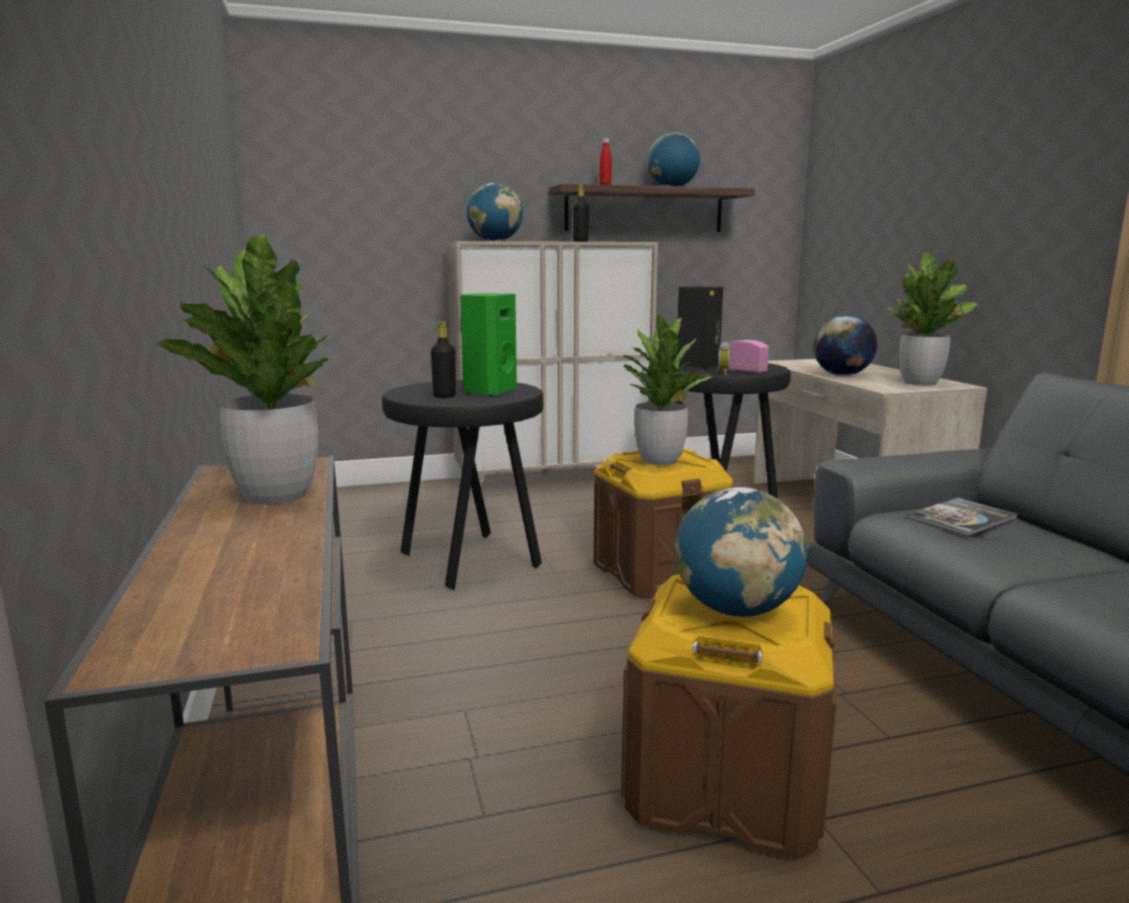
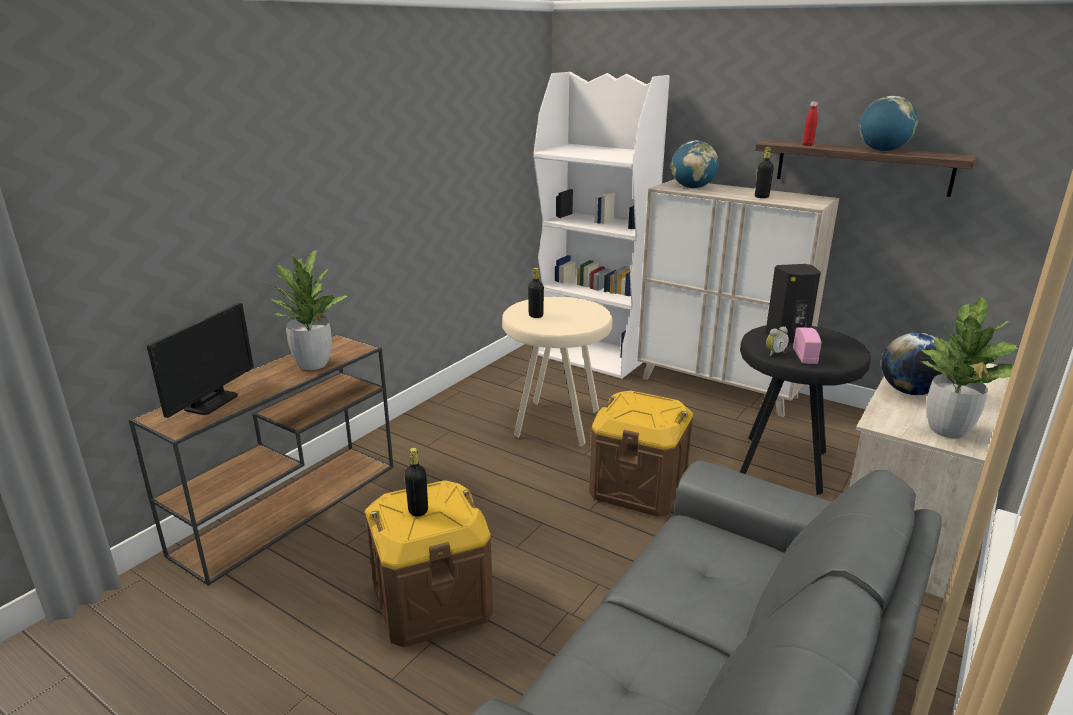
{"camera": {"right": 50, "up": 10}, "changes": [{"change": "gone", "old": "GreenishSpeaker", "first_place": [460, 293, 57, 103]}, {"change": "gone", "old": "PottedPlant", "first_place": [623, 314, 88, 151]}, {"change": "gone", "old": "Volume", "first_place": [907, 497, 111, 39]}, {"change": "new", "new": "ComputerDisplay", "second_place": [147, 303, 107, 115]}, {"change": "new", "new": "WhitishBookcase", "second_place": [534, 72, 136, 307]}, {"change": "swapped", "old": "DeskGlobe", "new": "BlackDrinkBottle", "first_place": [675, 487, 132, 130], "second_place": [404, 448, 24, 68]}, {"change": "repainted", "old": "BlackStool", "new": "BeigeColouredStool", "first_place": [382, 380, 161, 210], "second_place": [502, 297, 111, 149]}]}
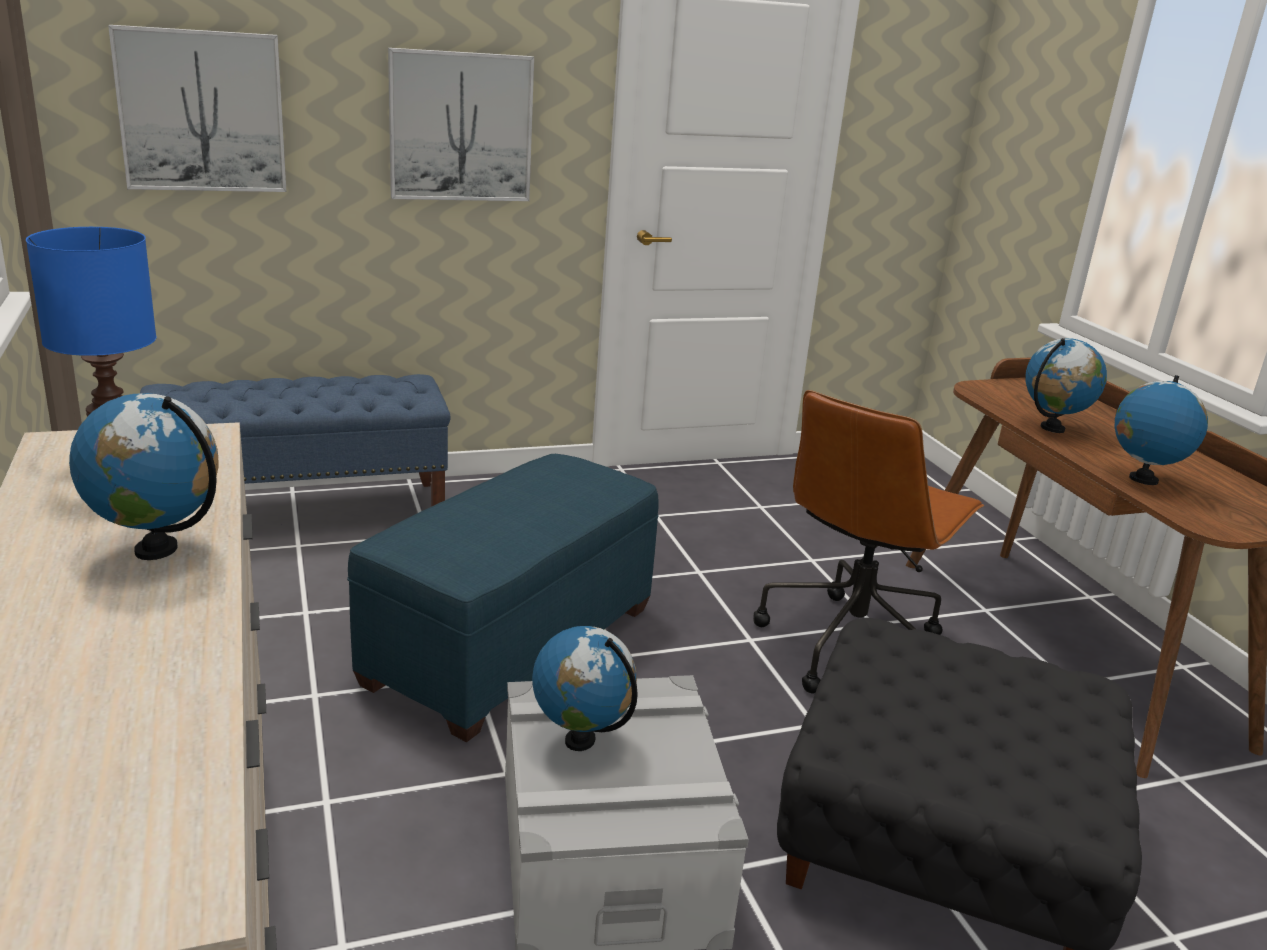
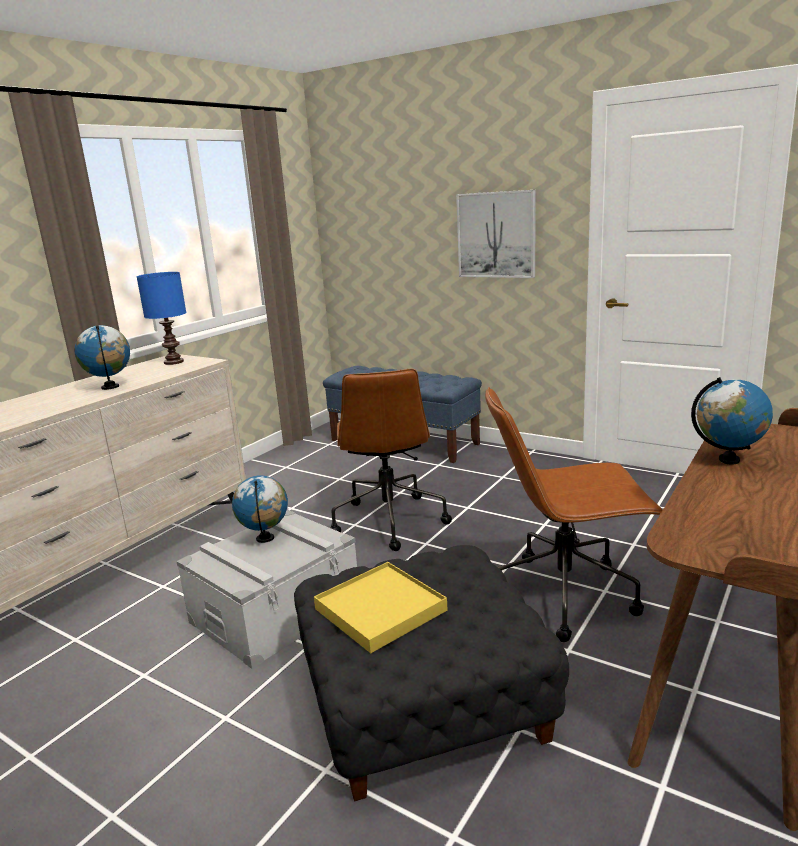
{"camera": {"right": 55, "up": -5}, "changes": [{"change": "gone", "old": "Picture", "first_place": [108, 25, 179, 167]}, {"change": "gone", "old": "DeskGlobe", "first_place": [1115, 375, 93, 110]}, {"change": "new", "new": "YellowCarryingTray", "second_place": [314, 562, 134, 91]}, {"change": "swapped", "old": "BluishPouffe", "new": "BrownColouredOfficeChair", "first_place": [347, 454, 312, 288], "second_place": [330, 369, 122, 182]}]}
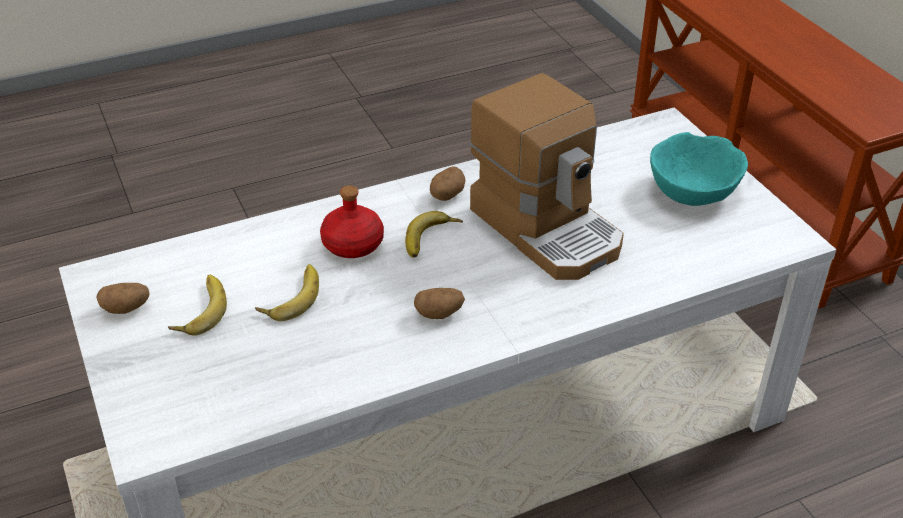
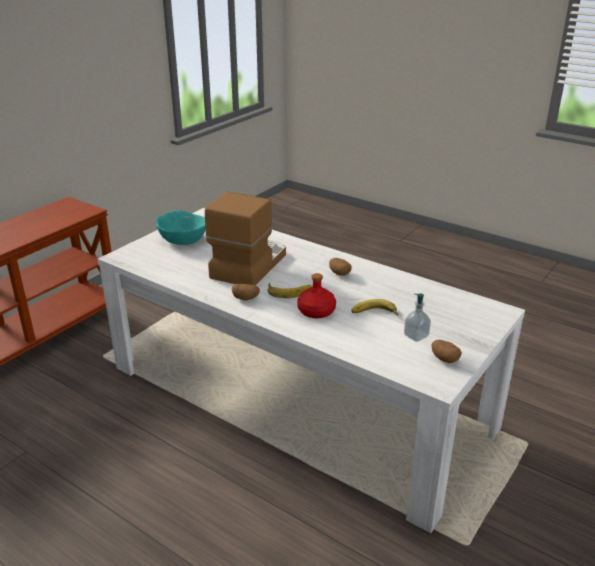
{"camera": {"right": -120, "up": -10}, "changes": [{"change": "swapped", "old": "WholeBanana", "new": "LiquidSoapBottle", "first_place": [168, 275, 59, 61], "second_place": [404, 293, 27, 49]}]}
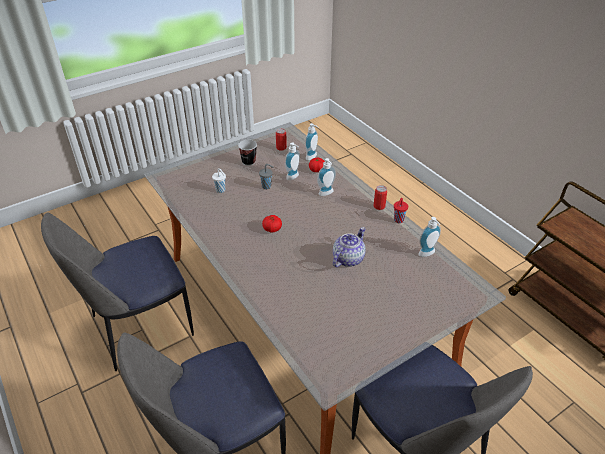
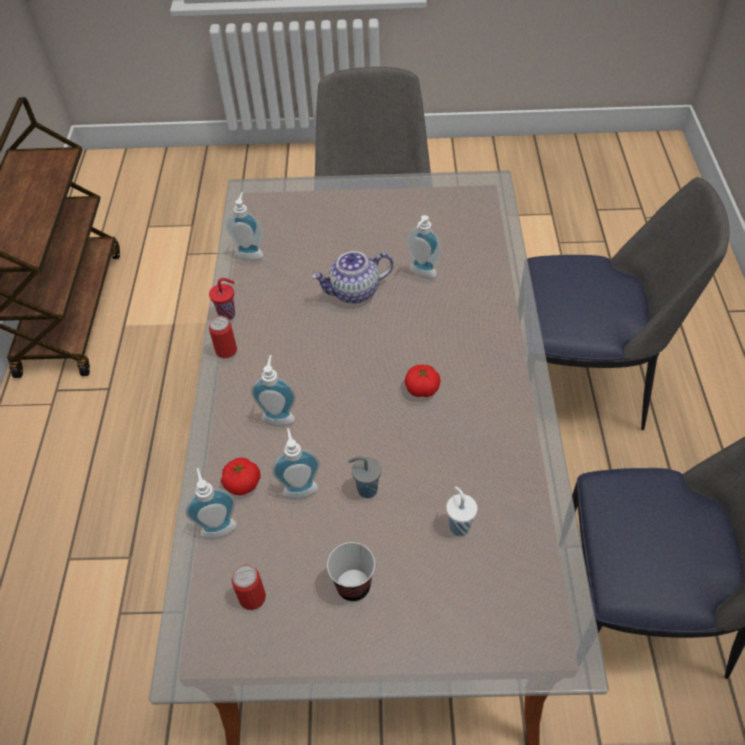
{"camera": {"right": -145, "up": 10}, "changes": [{"change": "new", "new": "LiquidSoapBottle", "second_place": [407, 215, 34, 63]}]}
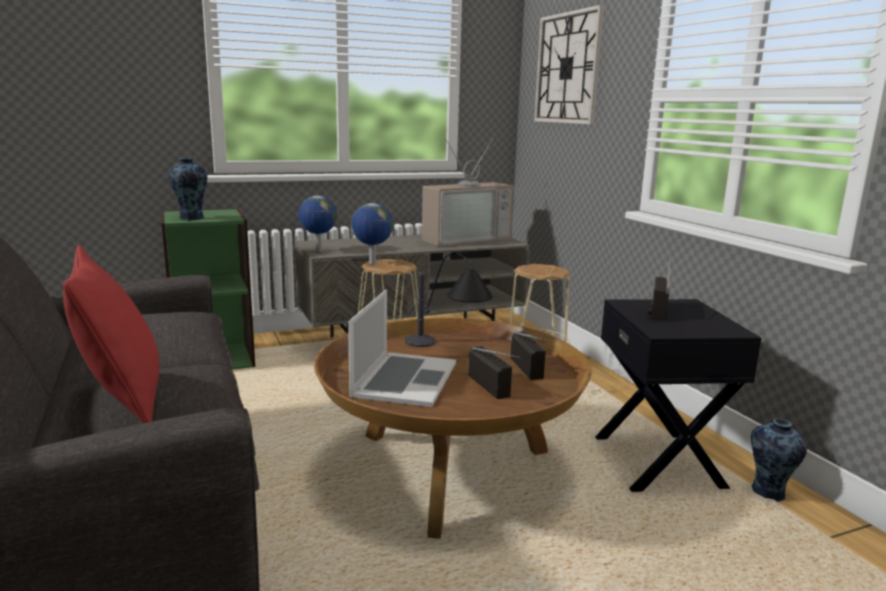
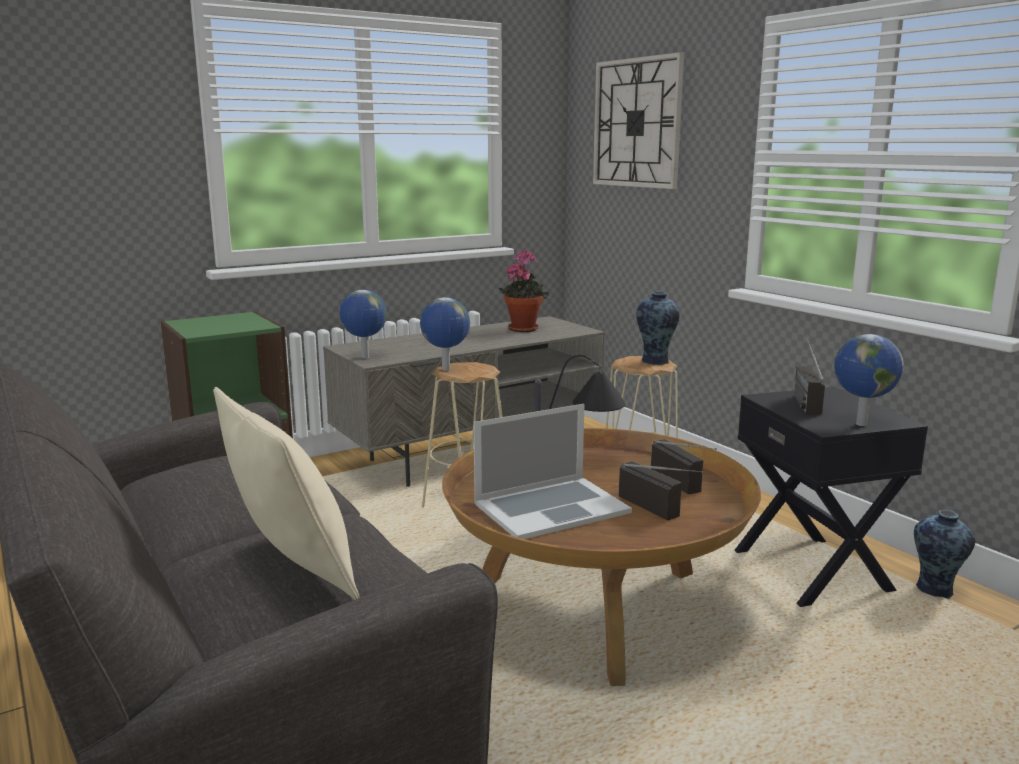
{"camera": {"right": -10, "up": 0}, "changes": [{"change": "new", "new": "DeskGlobe", "second_place": [834, 334, 70, 92]}, {"change": "shifted", "old": "DecorativeVase", "first_place": [168, 157, 40, 63], "second_place": [636, 291, 44, 74]}, {"change": "swapped", "old": "Television", "new": "PottedPlant", "first_place": [422, 138, 91, 109], "second_place": [499, 249, 50, 83]}, {"change": "repainted", "old": "RedThrowPillow", "new": "BeigeColouredThrowPillow", "first_place": [63, 245, 97, 178], "second_place": [213, 387, 147, 213]}, {"change": "rotated", "old": "PortableComputer", "first_place": [348, 289, 108, 118], "second_place": [474, 404, 158, 135], "degrees": 60}]}
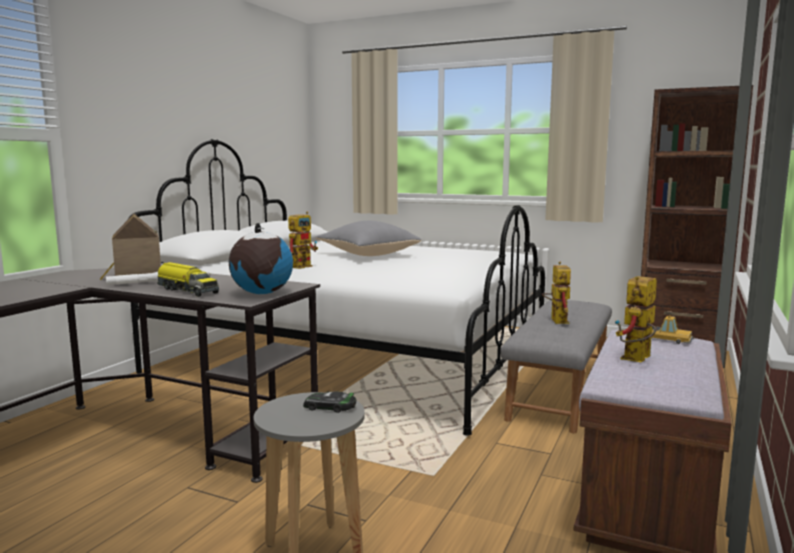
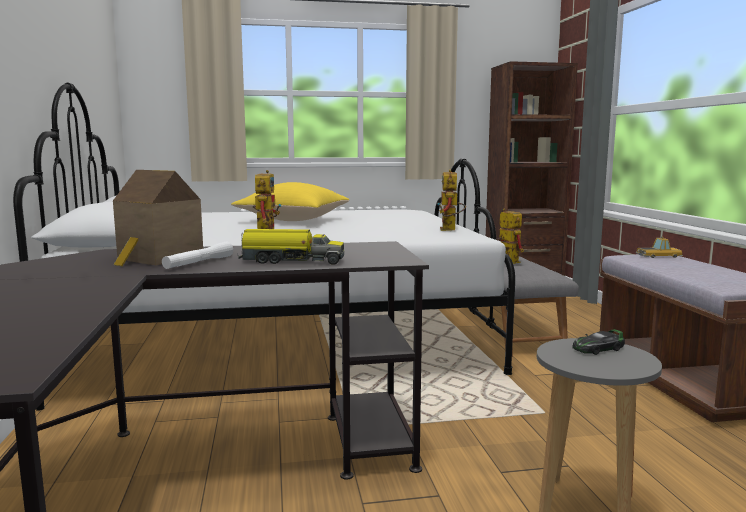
{"camera": {"right": -35, "up": 0}, "changes": [{"change": "gone", "old": "DeskGlobe", "first_place": [229, 223, 64, 71]}, {"change": "shifted", "old": "ModelRobot", "first_place": [615, 276, 42, 86], "second_place": [437, 170, 29, 61]}, {"change": "repainted", "old": "GreyishThrowPillow", "new": "YellowThrowPillow", "first_place": [316, 221, 105, 35], "second_place": [231, 182, 118, 39]}]}
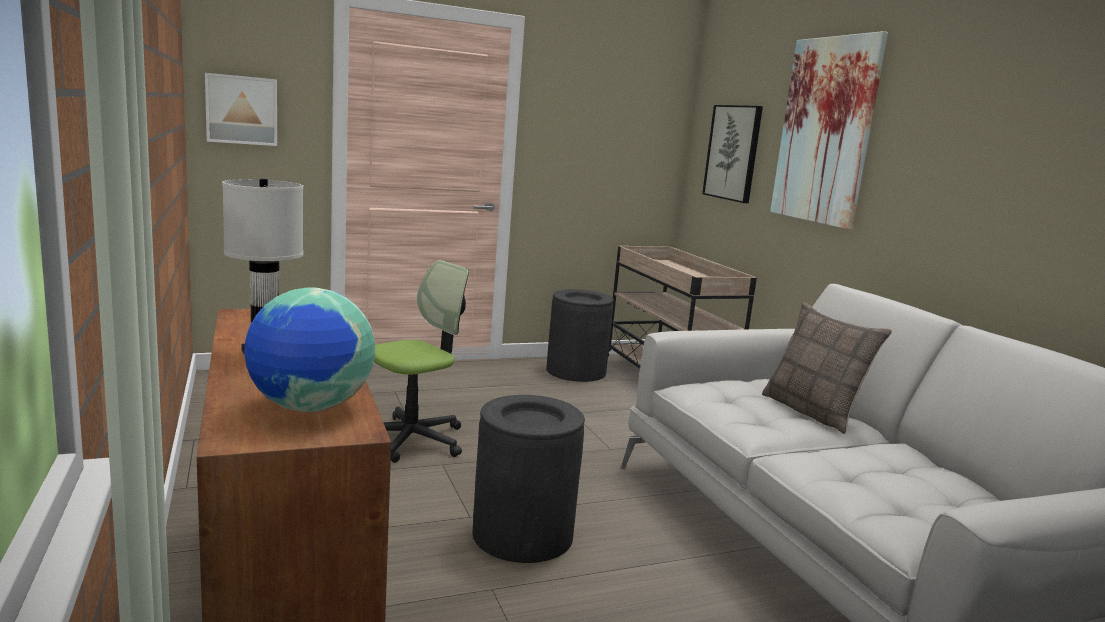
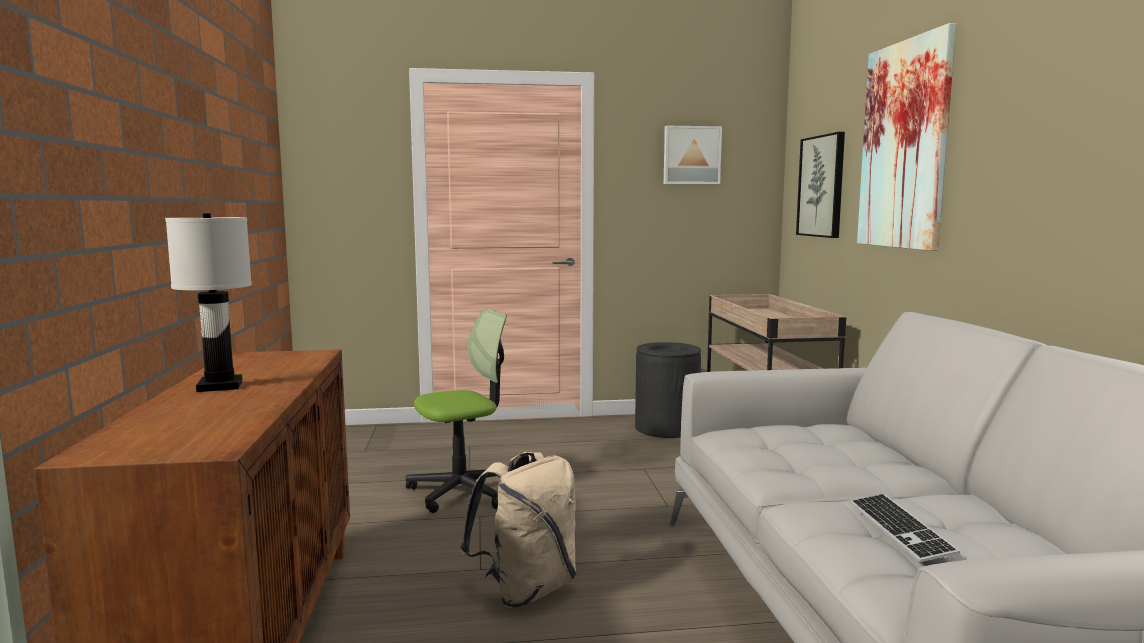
{"camera": {"right": 15, "up": -5}, "changes": [{"change": "gone", "old": "DeskGlobe", "first_place": [244, 287, 131, 125]}, {"change": "gone", "old": "ThrowPillow", "first_place": [762, 302, 130, 132]}, {"change": "new", "new": "Keyboard", "second_place": [850, 494, 110, 68]}, {"change": "shifted", "old": "Picture", "first_place": [205, 73, 72, 73], "second_place": [664, 126, 58, 58]}, {"change": "swapped", "old": "BlackRubbishBin", "new": "BeigeColouredKnapsack", "first_place": [472, 395, 113, 168], "second_place": [460, 452, 117, 156]}]}
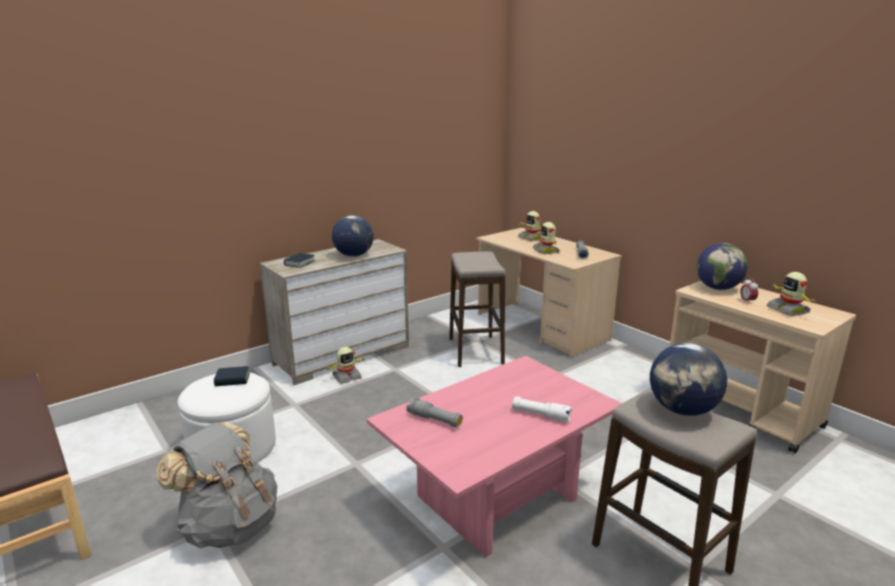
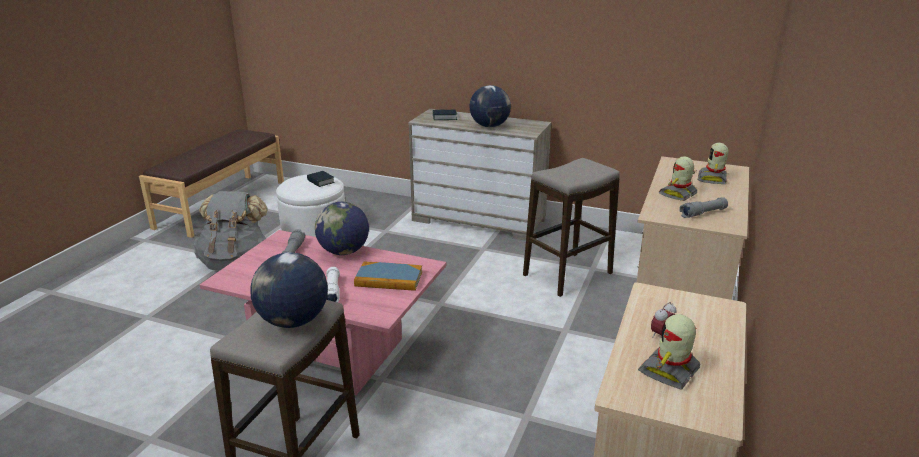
{"camera": {"right": 60, "up": 5}, "changes": [{"change": "gone", "old": "ModelRobot", "first_place": [326, 347, 40, 37]}, {"change": "new", "new": "Volume", "second_place": [354, 262, 68, 29]}, {"change": "shifted", "old": "DeskGlobe", "first_place": [696, 243, 52, 47], "second_place": [315, 202, 54, 53]}]}
